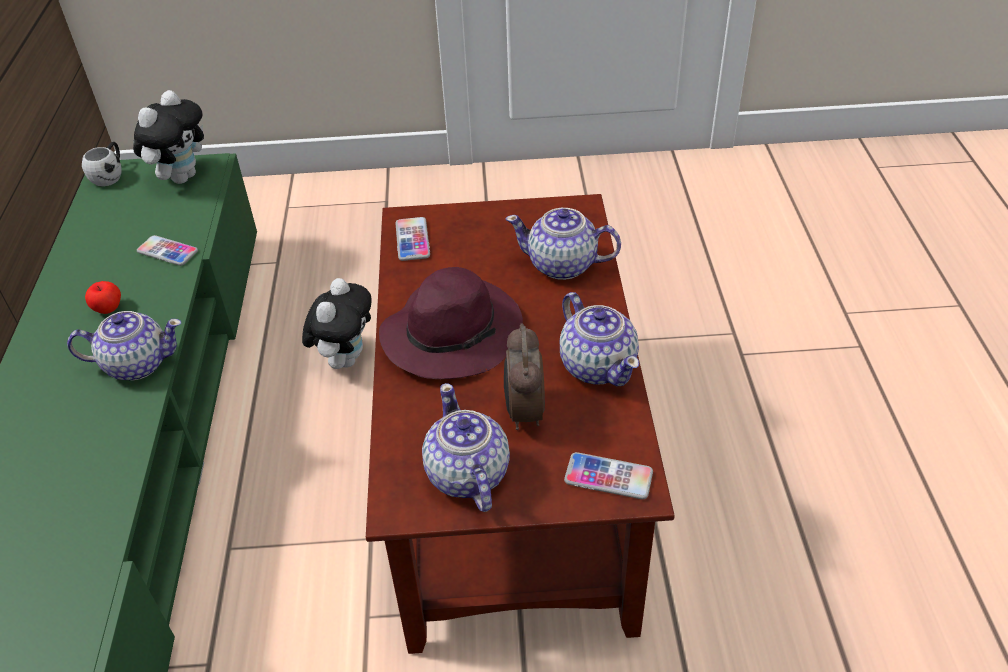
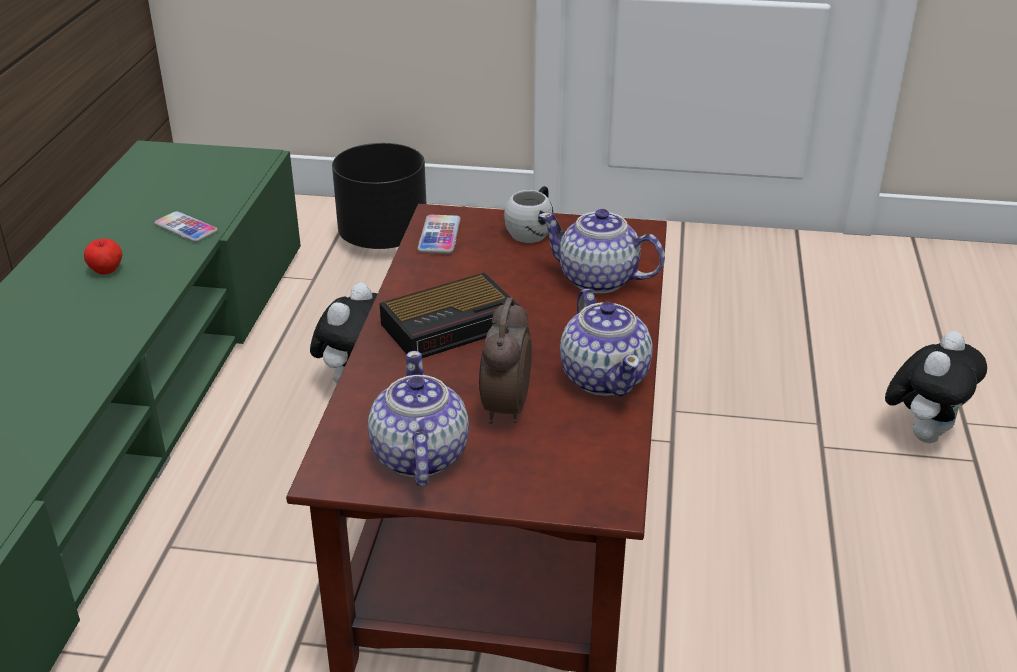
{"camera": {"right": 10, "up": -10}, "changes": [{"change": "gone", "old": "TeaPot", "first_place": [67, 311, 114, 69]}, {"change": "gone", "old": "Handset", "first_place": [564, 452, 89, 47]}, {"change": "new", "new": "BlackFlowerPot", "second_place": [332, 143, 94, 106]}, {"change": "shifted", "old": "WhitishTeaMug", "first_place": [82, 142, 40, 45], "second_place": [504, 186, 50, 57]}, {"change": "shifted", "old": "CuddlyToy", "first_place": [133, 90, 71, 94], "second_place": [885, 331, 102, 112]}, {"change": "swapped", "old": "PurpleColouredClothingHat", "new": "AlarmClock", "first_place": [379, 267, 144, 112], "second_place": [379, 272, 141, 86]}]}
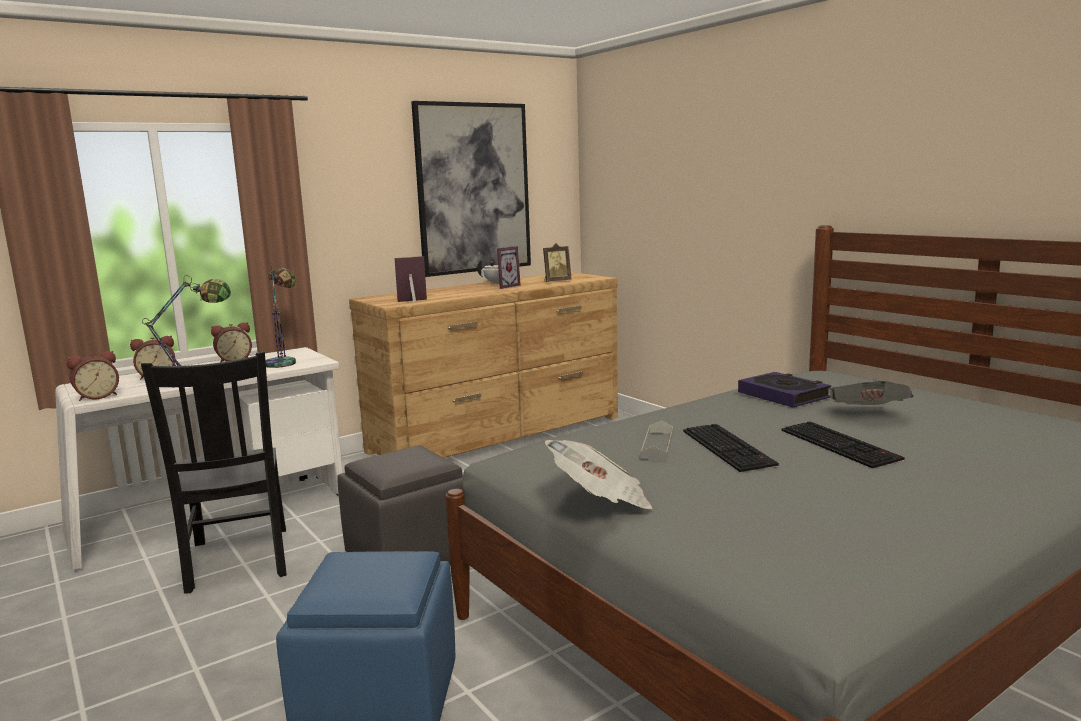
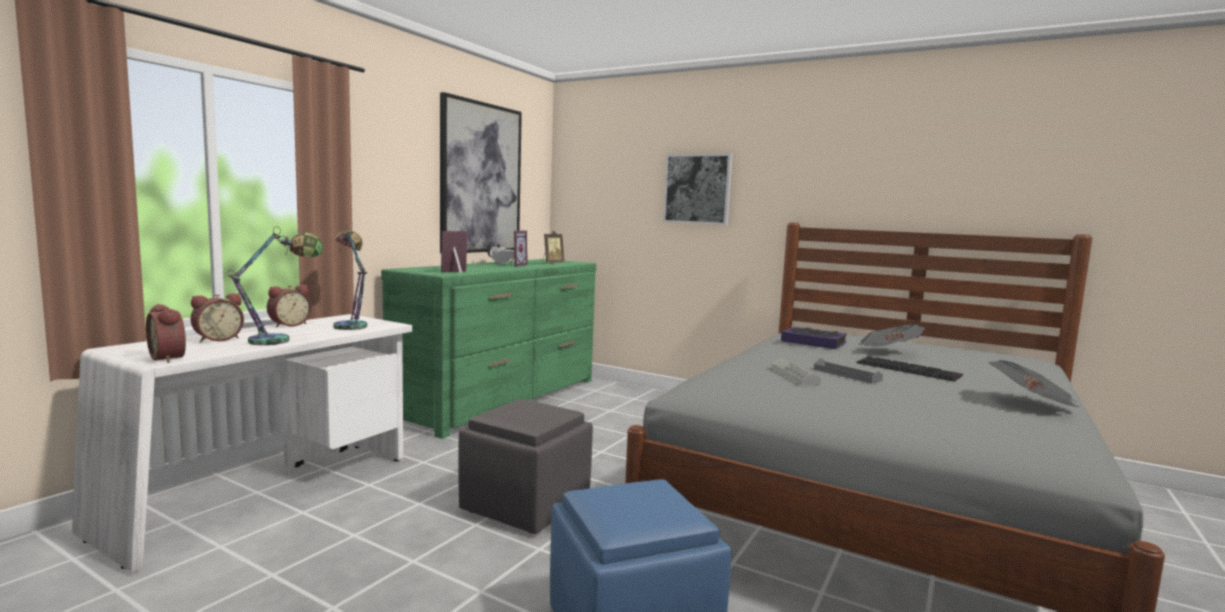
{"camera": {"right": -25, "up": -5}, "changes": [{"change": "gone", "old": "BlackPlainChair", "first_place": [141, 352, 146, 241]}, {"change": "new", "new": "Picture", "second_place": [663, 153, 69, 72]}, {"change": "shifted", "old": "DailyPaper", "first_place": [545, 440, 108, 69], "second_place": [988, 360, 91, 47]}, {"change": "swapped", "old": "Keyboard", "new": "GreyishCarryingTray", "first_place": [683, 424, 96, 48], "second_place": [814, 358, 69, 26]}, {"change": "repainted", "old": "BrownColouredDrawerChest", "new": "GreenishDrawerChest", "first_place": [349, 272, 269, 186], "second_place": [381, 259, 215, 180]}, {"change": "rotated", "old": "AlarmClock", "first_place": [67, 351, 52, 50], "second_place": [146, 304, 40, 59], "degrees": 105}]}
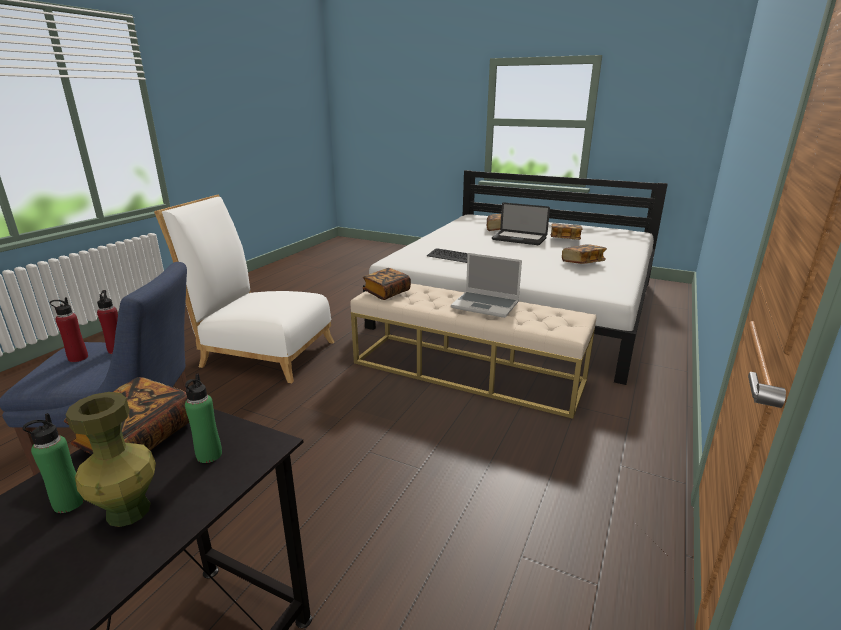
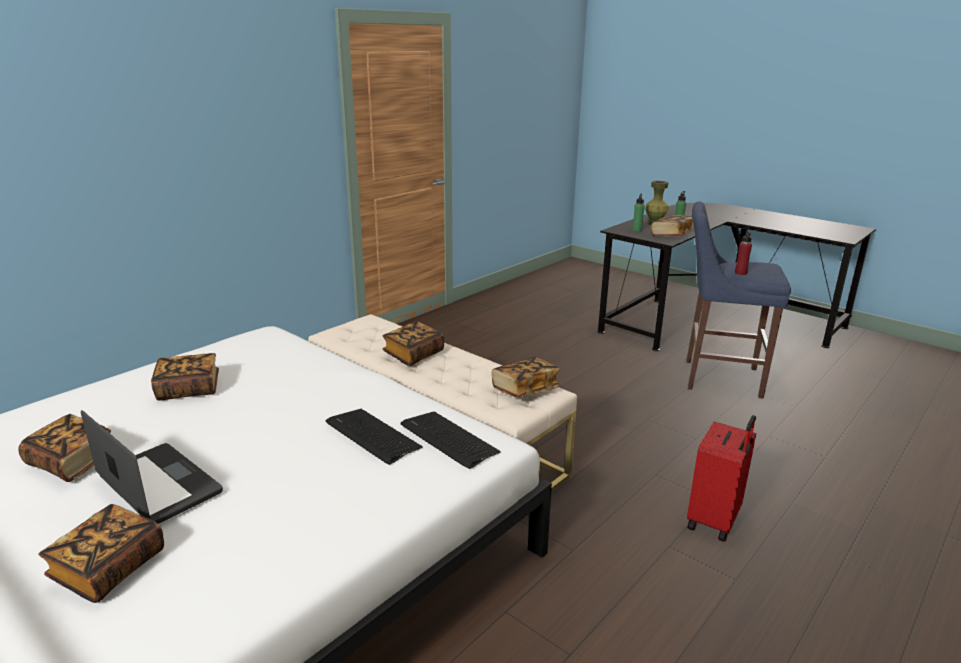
{"camera": {"right": -165, "up": 0}, "changes": [{"change": "gone", "old": "RedDrinkBottle", "first_place": [50, 297, 38, 65]}, {"change": "new", "new": "Keyboard", "second_place": [400, 412, 101, 57]}, {"change": "swapped", "old": "WhitishPlainChair", "new": "RedTravelCase", "first_place": [154, 194, 180, 189], "second_place": [687, 415, 69, 127]}, {"change": "swapped", "old": "PortableComputer", "new": "Volume", "first_place": [451, 253, 71, 65], "second_place": [382, 321, 62, 45]}]}
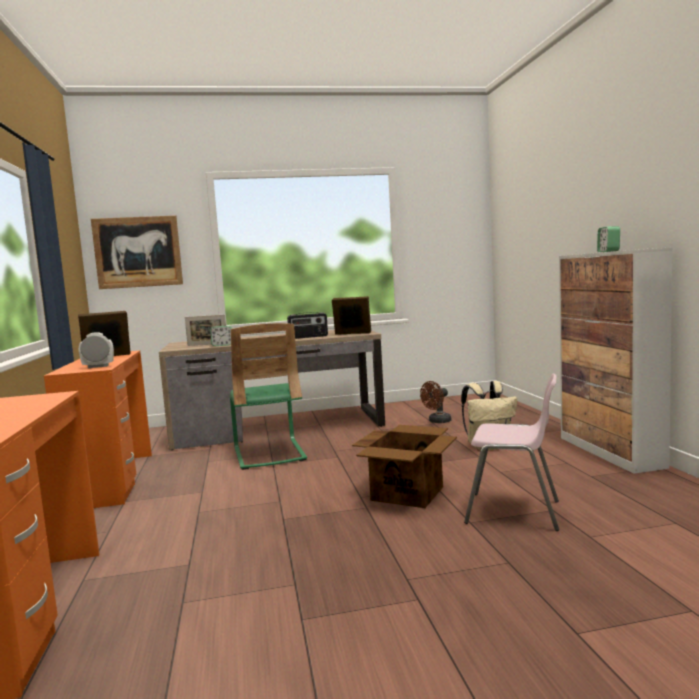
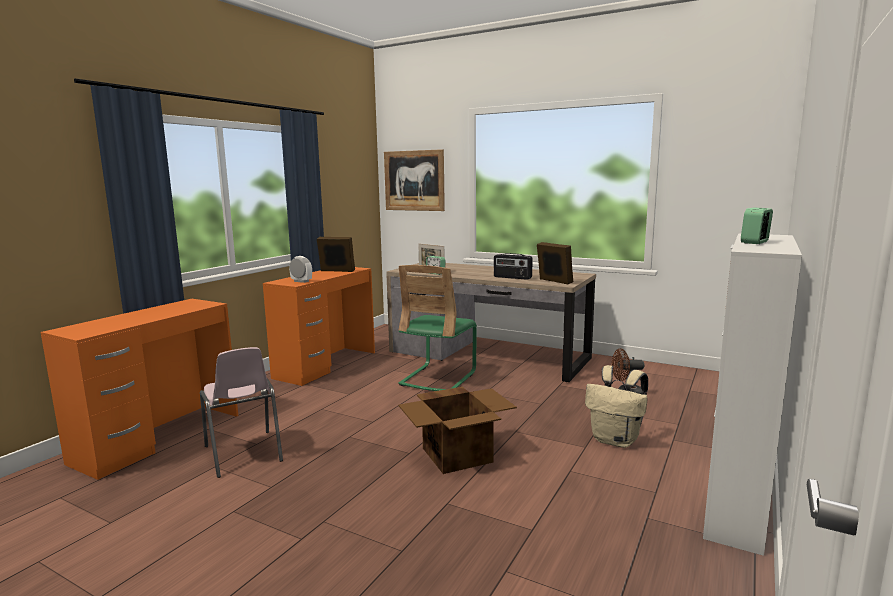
{"camera": {"right": 40, "up": 5}, "changes": [{"change": "shifted", "old": "PinkPlainChair", "first_place": [464, 374, 95, 157], "second_place": [200, 347, 83, 131]}]}
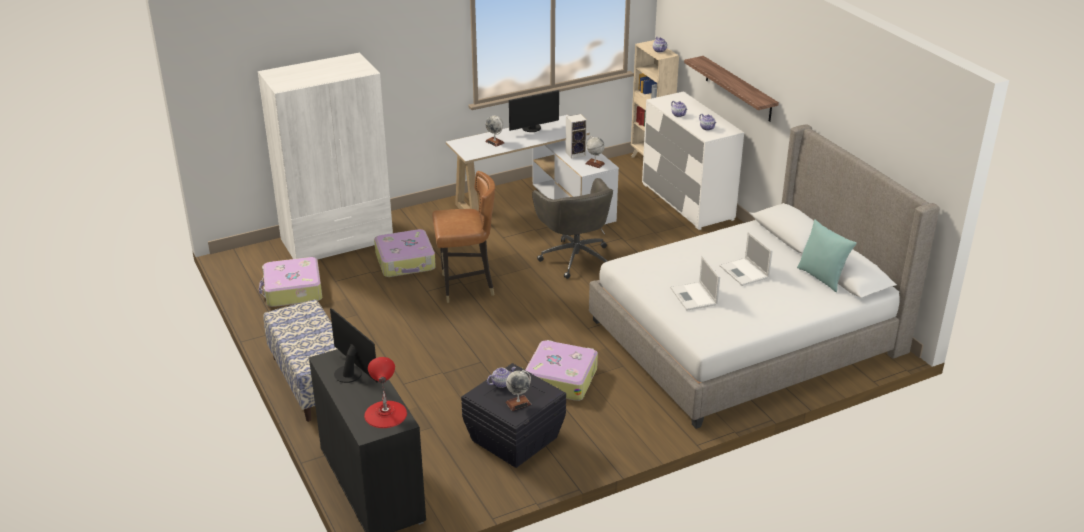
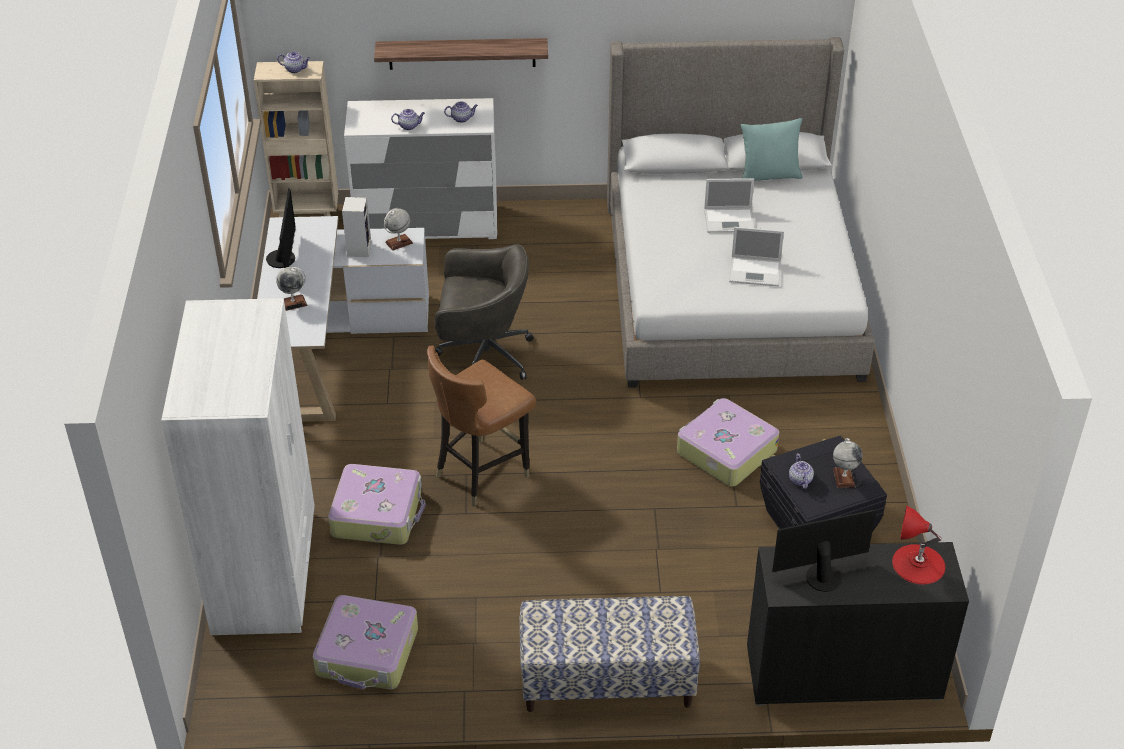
{"camera": {"right": -65, "up": 10}, "changes": [{"change": "rotated", "old": "BrownColouredPlainChair", "first_place": [432, 171, 63, 132], "second_place": [427, 345, 109, 162], "degrees": -150}]}
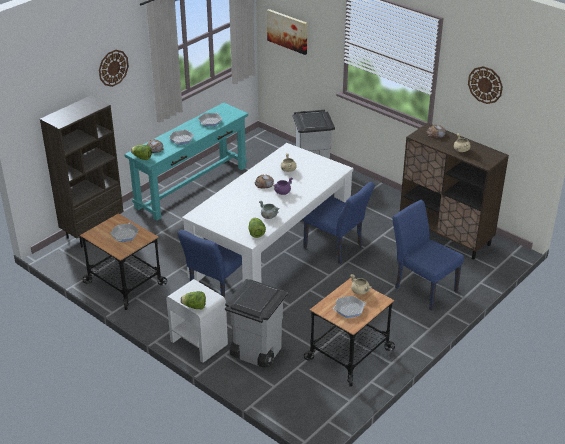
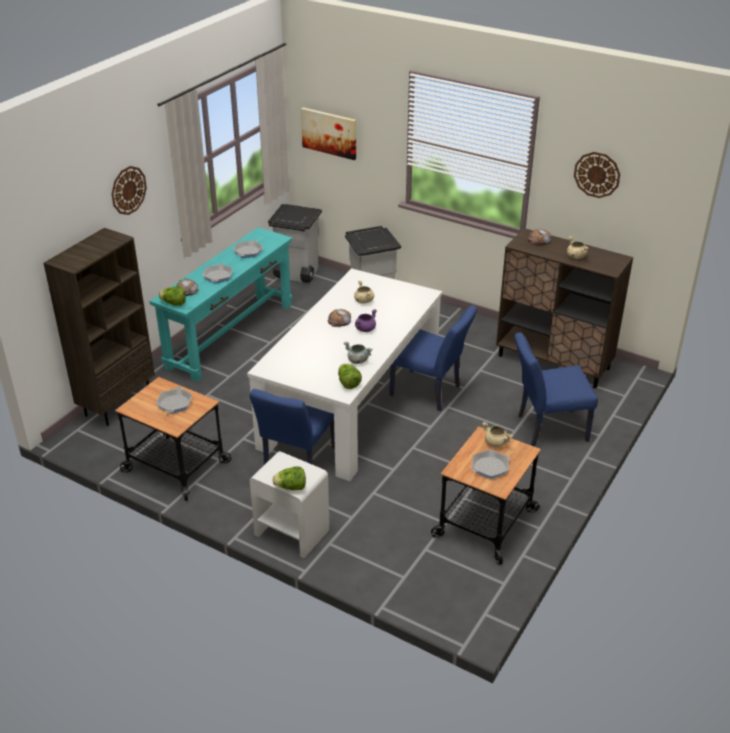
{"camera": {"right": -10, "up": 0}, "changes": [{"change": "shifted", "old": "GreyishRubbishBin", "first_place": [225, 279, 63, 89], "second_place": [268, 204, 54, 79]}, {"change": "rotated", "old": "BluishPlainChair", "first_place": [392, 200, 72, 111], "second_place": [515, 332, 83, 114], "degrees": -45}]}
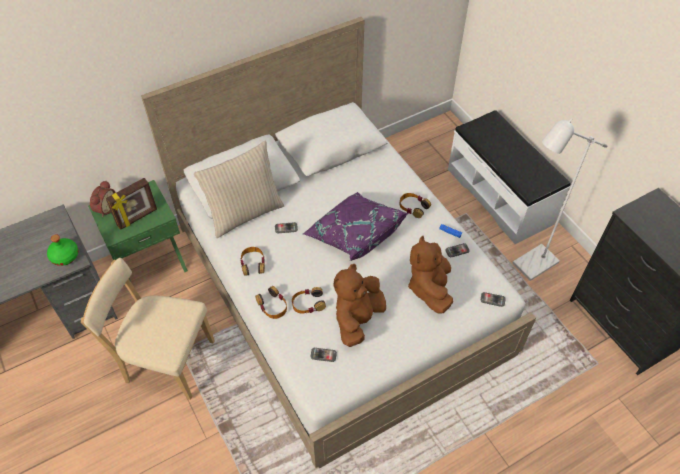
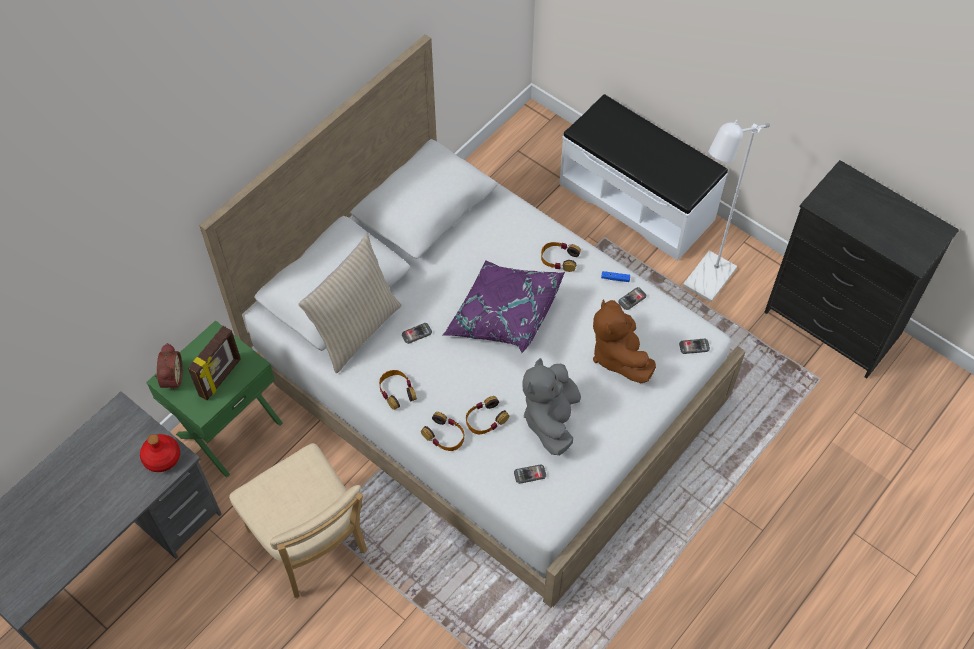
{"camera": {"right": -20, "up": 5}, "changes": [{"change": "repainted", "old": "GreenishDrinkBottle", "new": "RedDrinkBottle", "first_place": [47, 234, 32, 32], "second_place": [140, 434, 40, 38]}, {"change": "repainted", "old": "BrownColouredCuddlyToy", "new": "GreyishCuddlyToy", "first_place": [333, 264, 53, 83], "second_place": [523, 358, 58, 97]}, {"change": "rotated", "old": "BeigeColouredPlainChair", "first_place": [81, 258, 134, 142], "second_place": [229, 443, 138, 155], "degrees": -120}]}
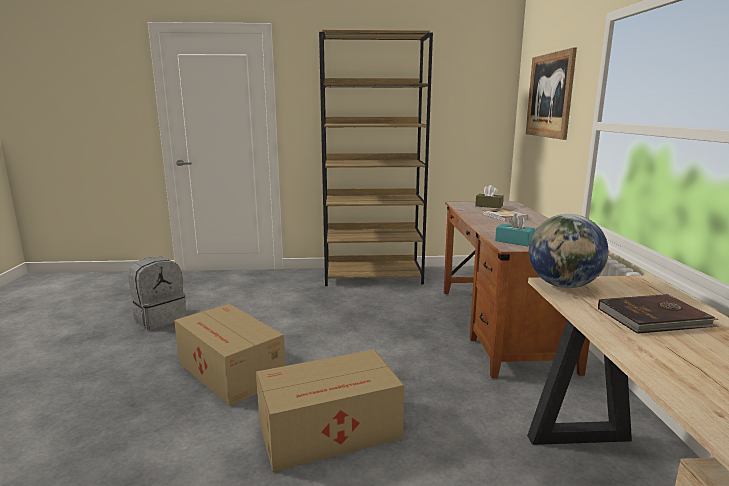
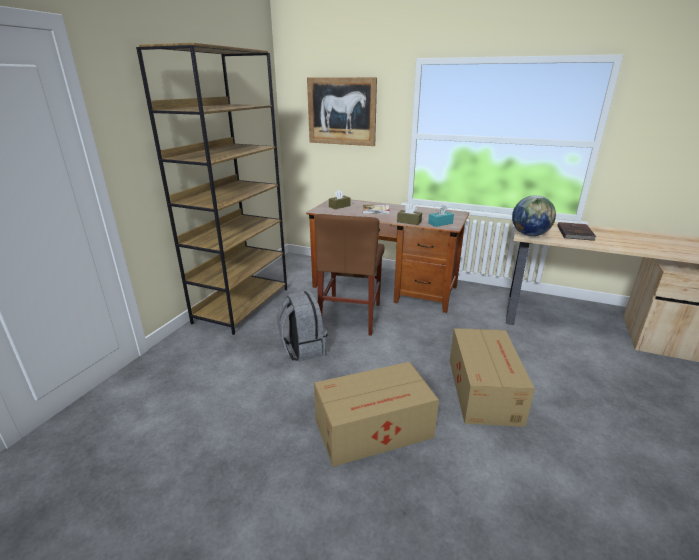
{"camera": {"right": -65, "up": 10}, "changes": [{"change": "new", "new": "BrownColouredPlainChair", "second_place": [315, 214, 70, 122]}, {"change": "new", "new": "BrownColouredBoxOfTissues", "second_place": [397, 203, 25, 22]}, {"change": "shifted", "old": "GreyishKnapsack", "first_place": [128, 257, 59, 73], "second_place": [277, 291, 51, 71]}]}
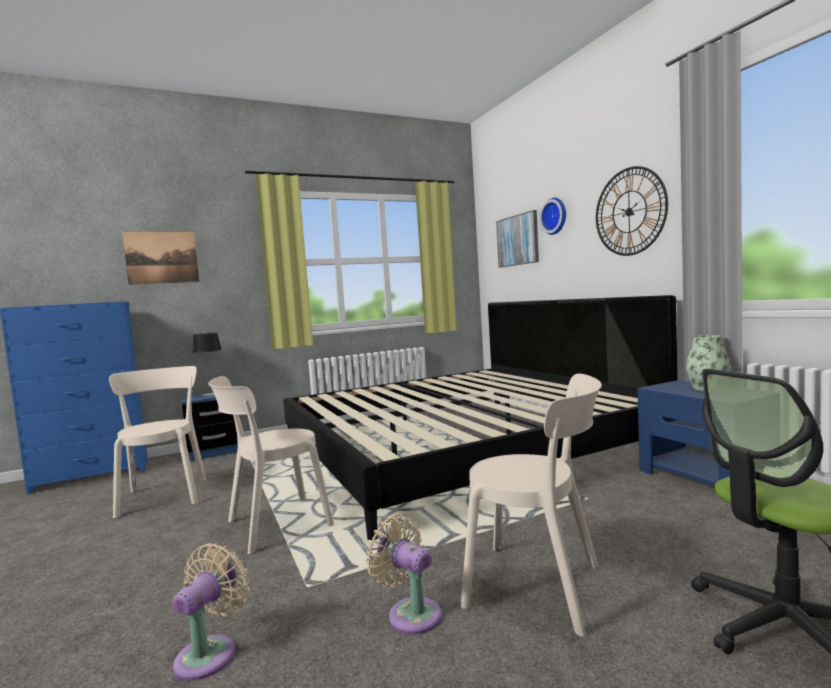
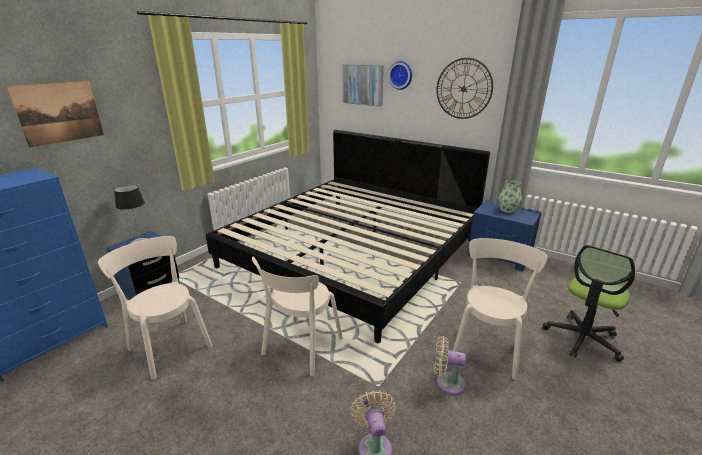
{"camera": {"right": -30, "up": 20}, "changes": [{"change": "rotated", "old": "BeigeColouredPlainChair", "first_place": [461, 373, 141, 264], "second_place": [453, 238, 94, 142], "degrees": -60}]}
